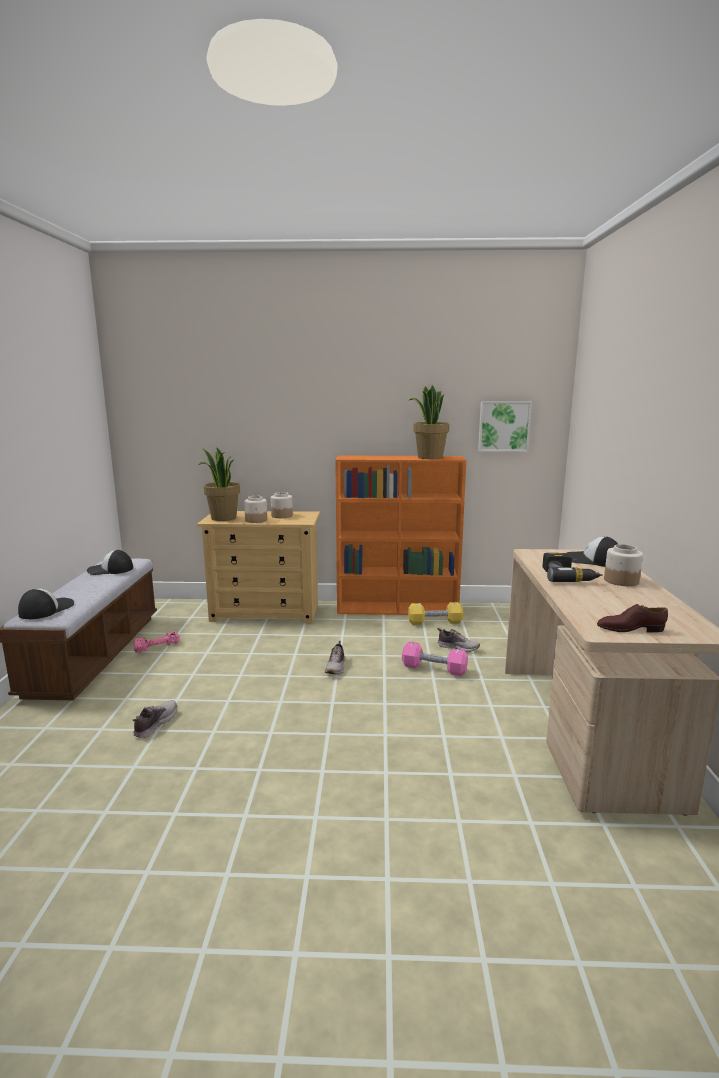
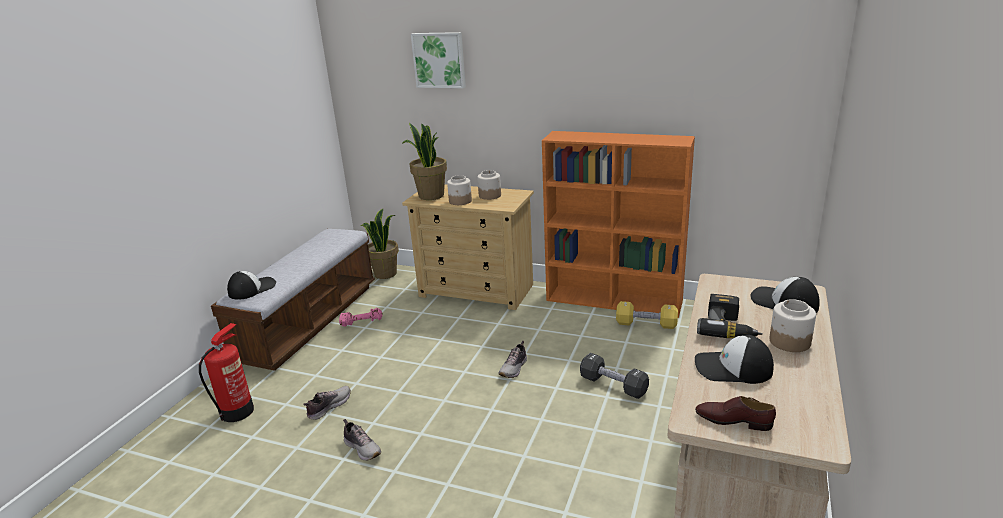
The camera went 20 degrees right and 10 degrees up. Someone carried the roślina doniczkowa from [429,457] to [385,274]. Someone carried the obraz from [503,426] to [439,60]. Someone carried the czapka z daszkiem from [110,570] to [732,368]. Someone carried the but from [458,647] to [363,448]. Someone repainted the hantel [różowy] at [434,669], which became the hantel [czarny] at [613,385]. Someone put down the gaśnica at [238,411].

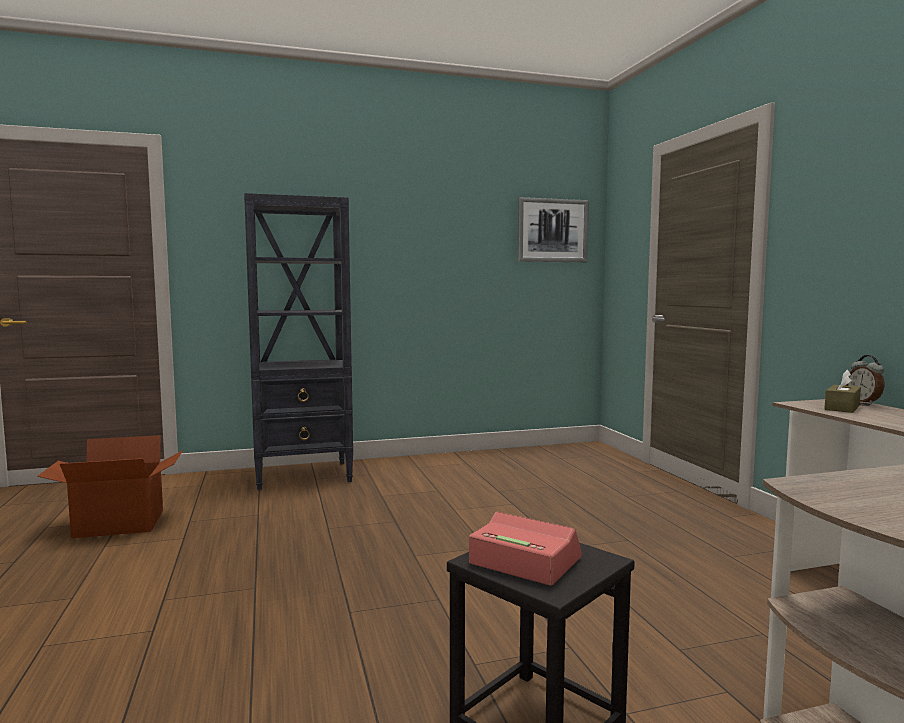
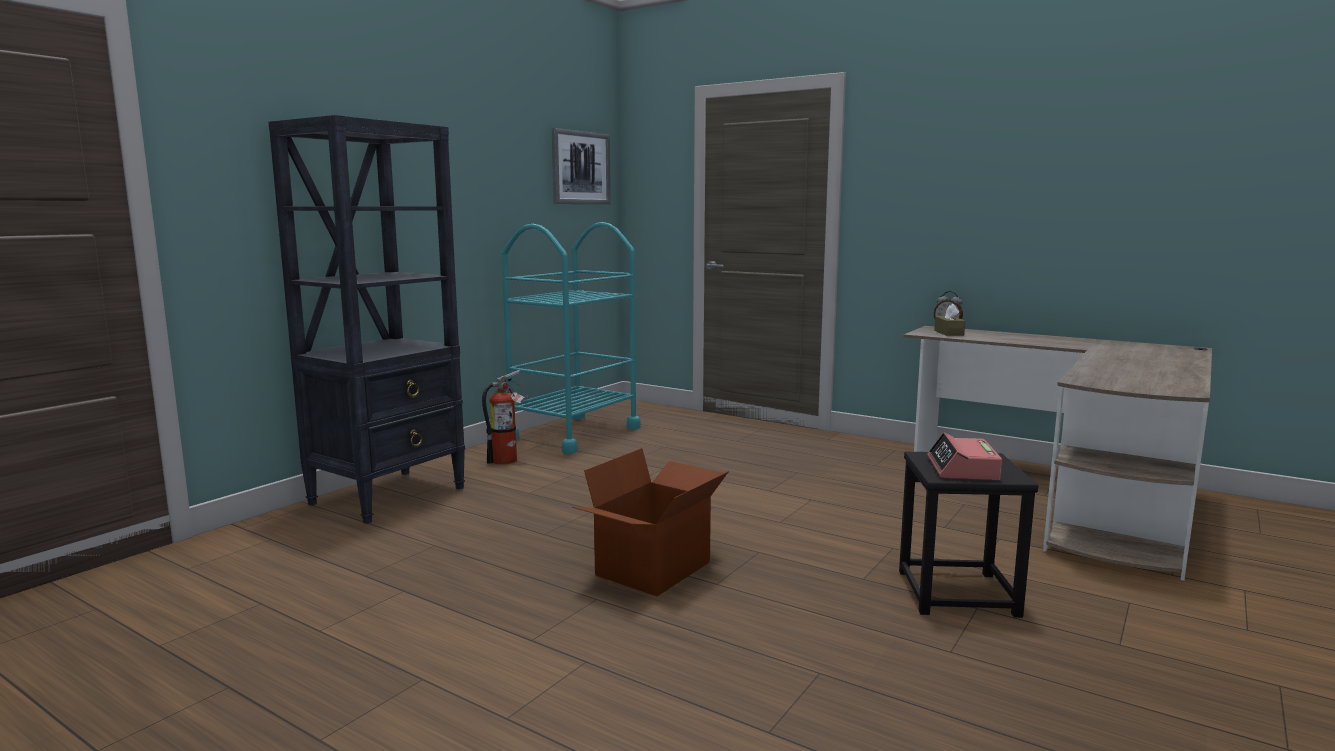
The camera went 40 degrees left and 5 degrees up. Someone carried the karton from [119,524] to [655,569]. Someone rotated the budzik at [524,561] by 75 degrees counterclockwise. Someone put down the wózek [turkusowy] at [574,434]. Someone put down the gaśnica at [508,460].

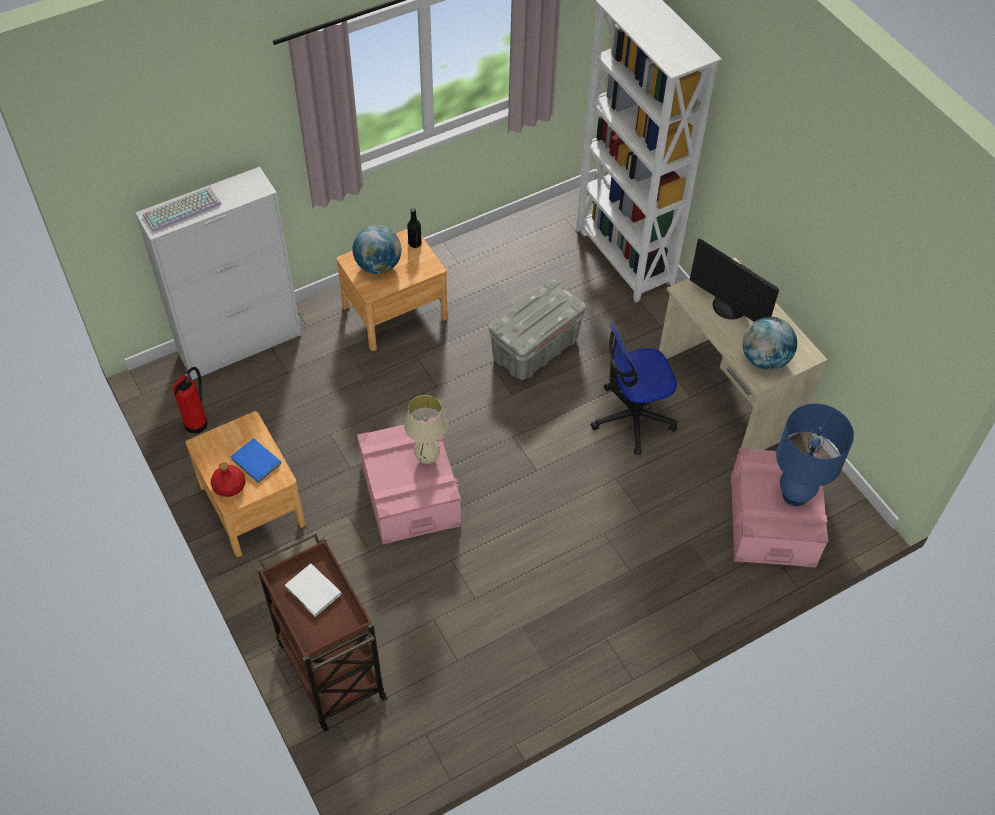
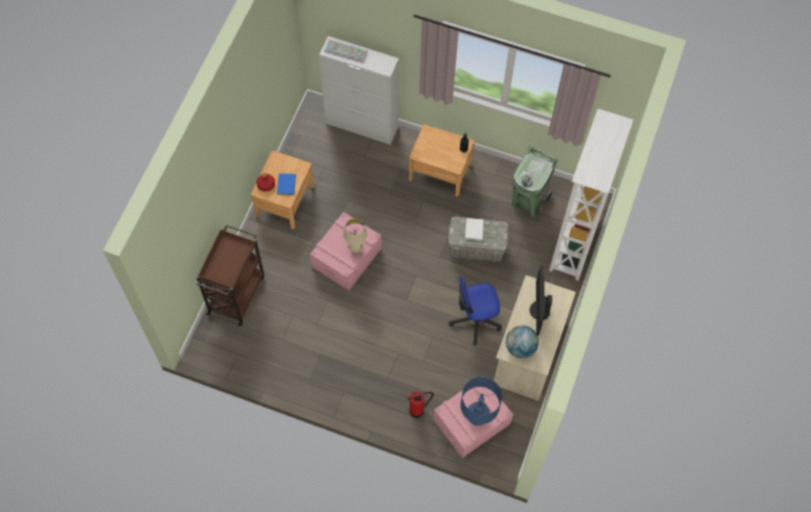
The camera went 50 degrees right and 10 degrees up. Someone took away the globus at [378,265]. Someone rotated the krzesło biurowe at [632,418] by 45 degrees counterclockwise. Someone carried the gaśnica from [197,422] to [418,410]. Someone carried the książka [biały] from [313,592] to [473,230]. Someone put down the kosz na śmieci [zielony] at [528,201].

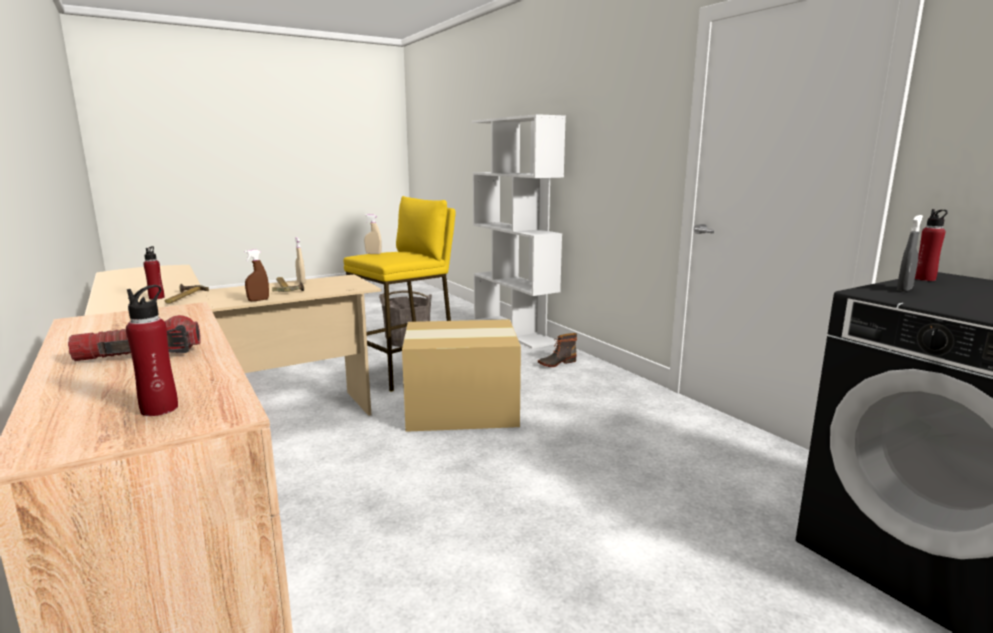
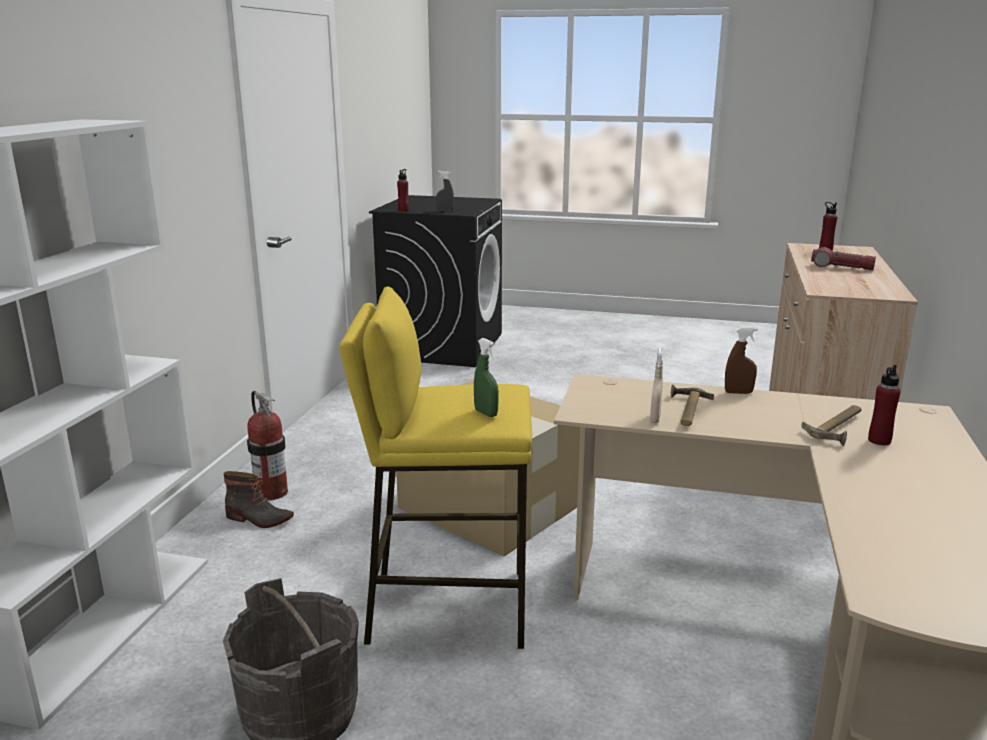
The camera went 135 degrees left and 5 degrees up. Someone repainted the spryskiwacz [beżowy] at [373,254], which became the spryskiwacz [zielony] at [486,413]. Someone put down the gaśnica at [271,492].

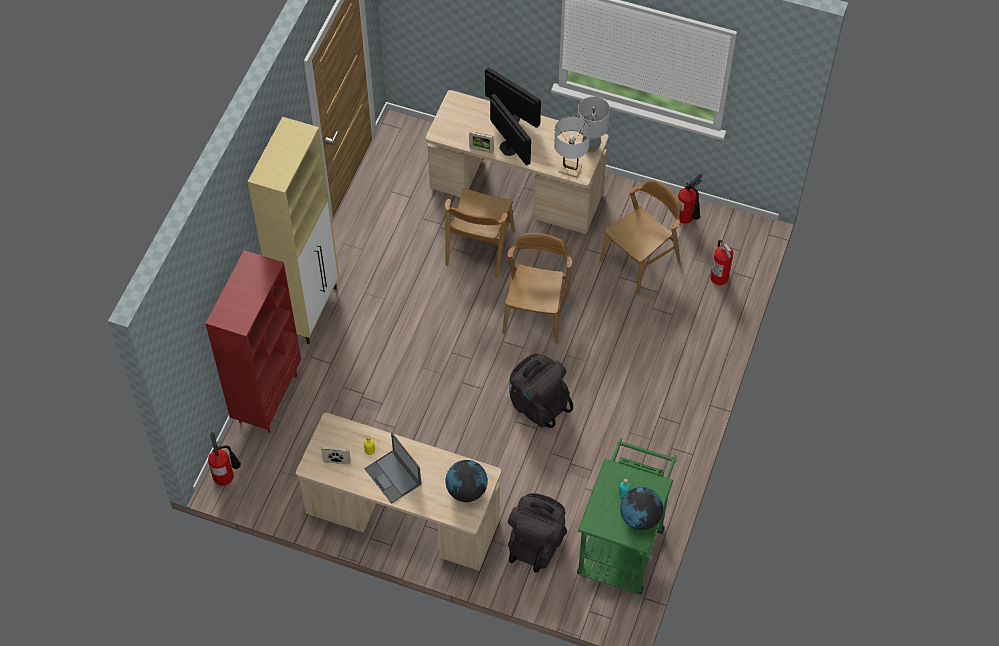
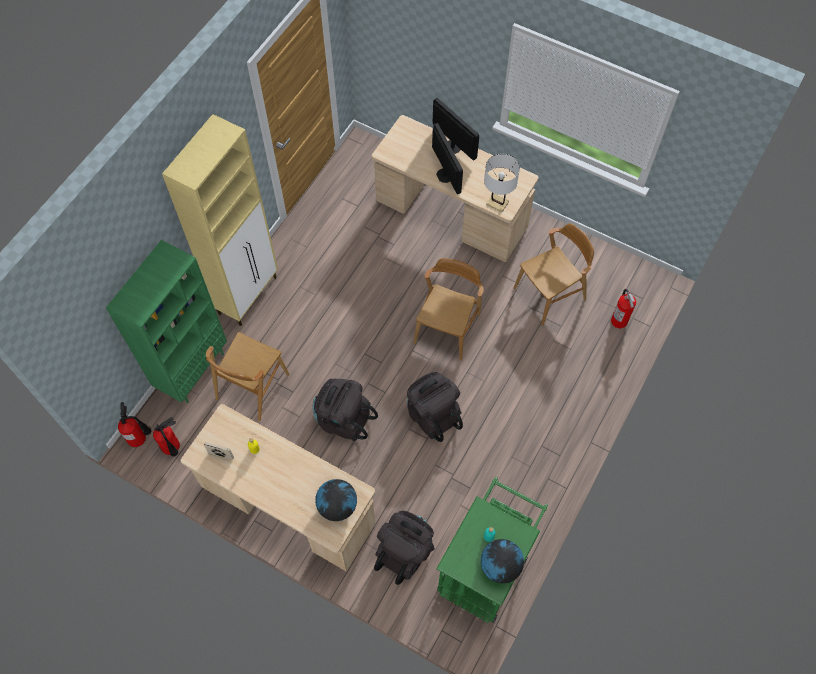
The camera went 10 degrees right and 5 degrees up. Someone took away the lampa stołowa [szary] at [591,146]. Someone took away the ramka na zdjęcie at [481,149]. Someone carried the gaśnica from [687,219] to [173,449]. Someone carried the krzesło [brązowy] from [479,248] to [252,387]. Someone repainted the regał [czerwony] at [267,398], which became the regał [zielony] at [193,370]. Someone took away the laptop at [393,477]. Someone put down the plecak [czarny] at [343,419].

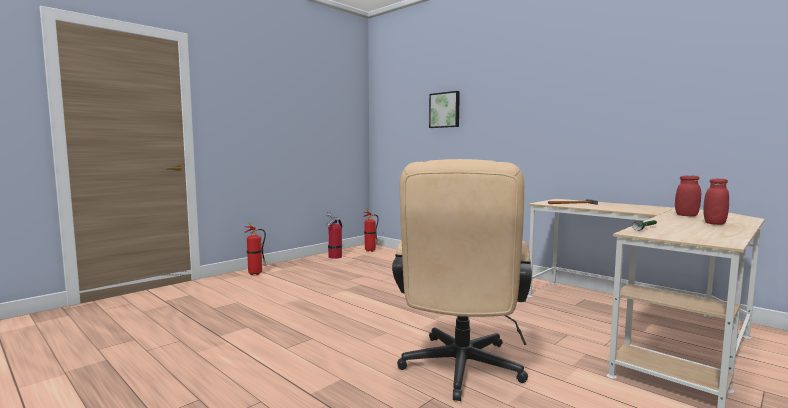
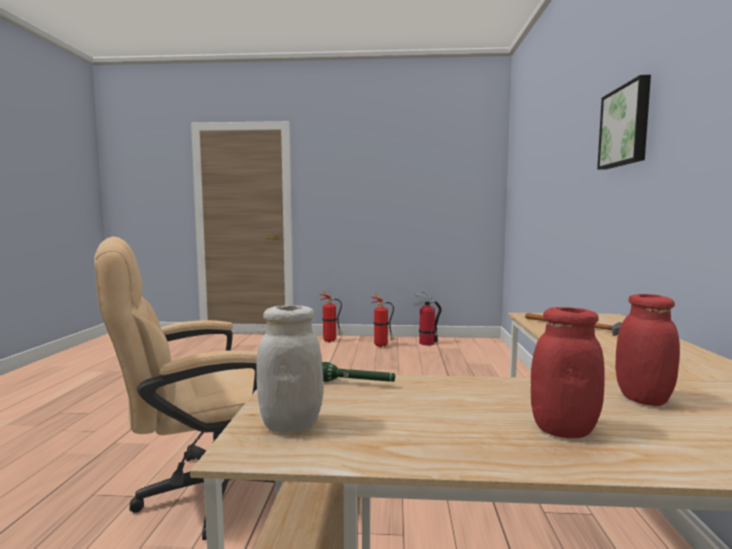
The camera went 50 degrees right and 0 degrees up. Someone carried the obraz from [445,110] to [626,126]. Someone carried the gaśnica from [371,250] to [382,346]. Someone put down the słoik [biały] at [291,425].

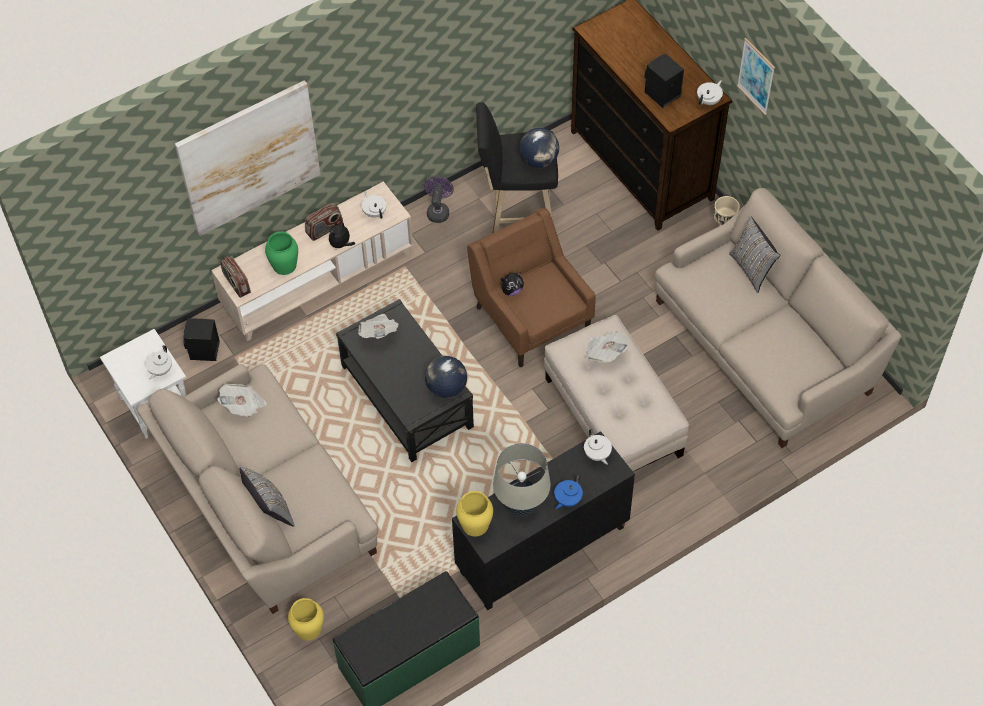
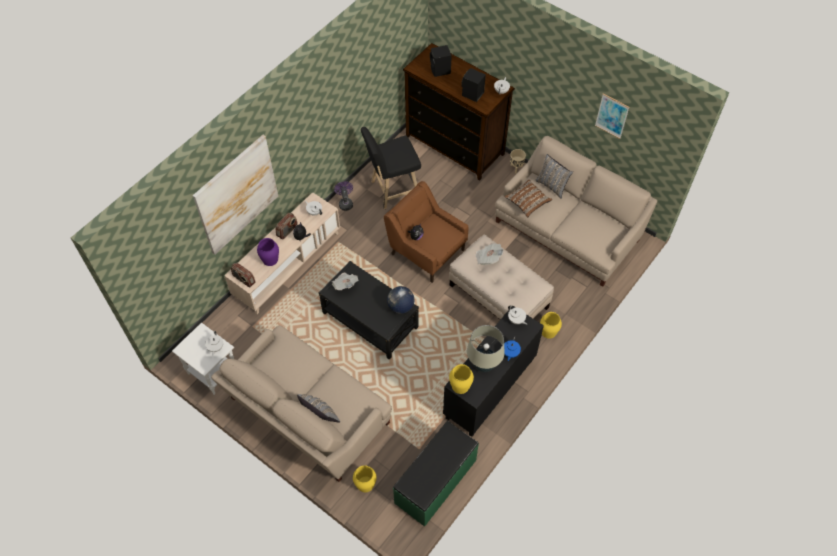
The camera went 20 degrees left and 0 degrees up. Someone carried the obraz from [756,76] to [612,116]. Someone took away the globus at [539,160]. Someone repainted the wazon [zielony] at [284,265], which became the wazon [fioletowy] at [270,259]. Someone carried the głośnik [czarny] from [204,351] to [440,70]. Someone took away the gazeta at [243,406]. Someone put down the poduszka [brązowy] at [527,202]. Someone put down the wazon [żółty] at [548,331].

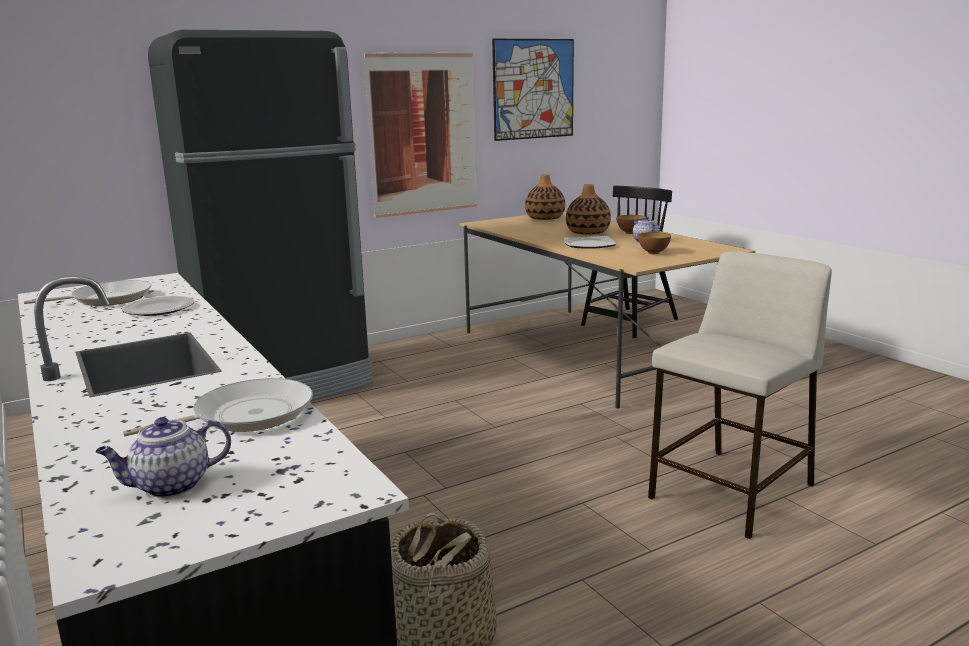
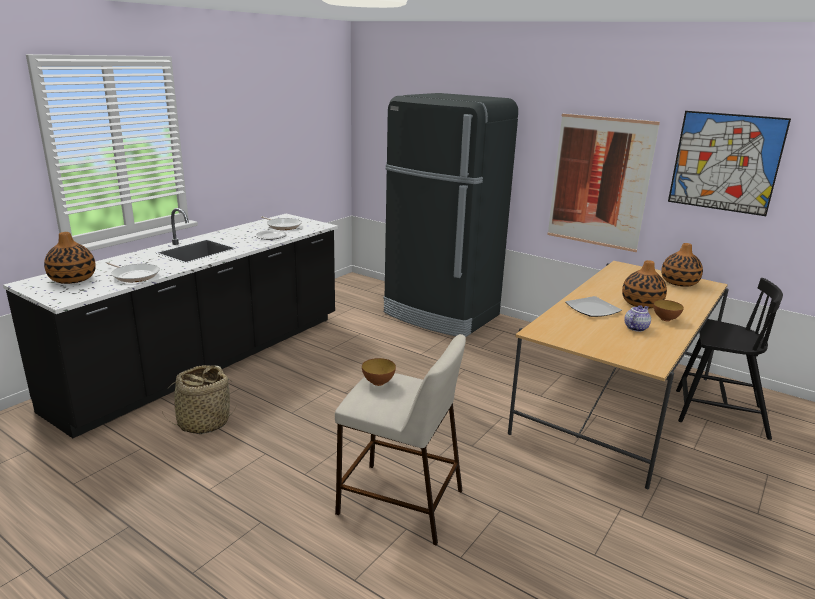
The camera went 65 degrees right and 5 degrees up. Someone carried the miska from [653,253] to [378,383]. Someone swapped the imbryk at [170,486] for the wazon at [72,279].

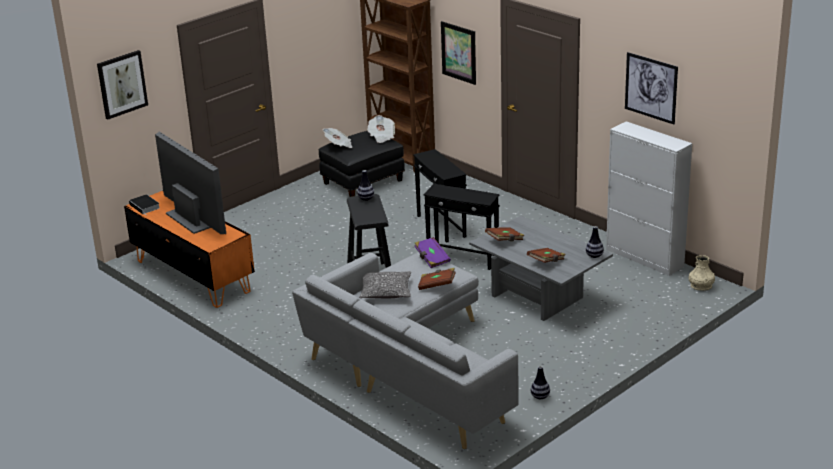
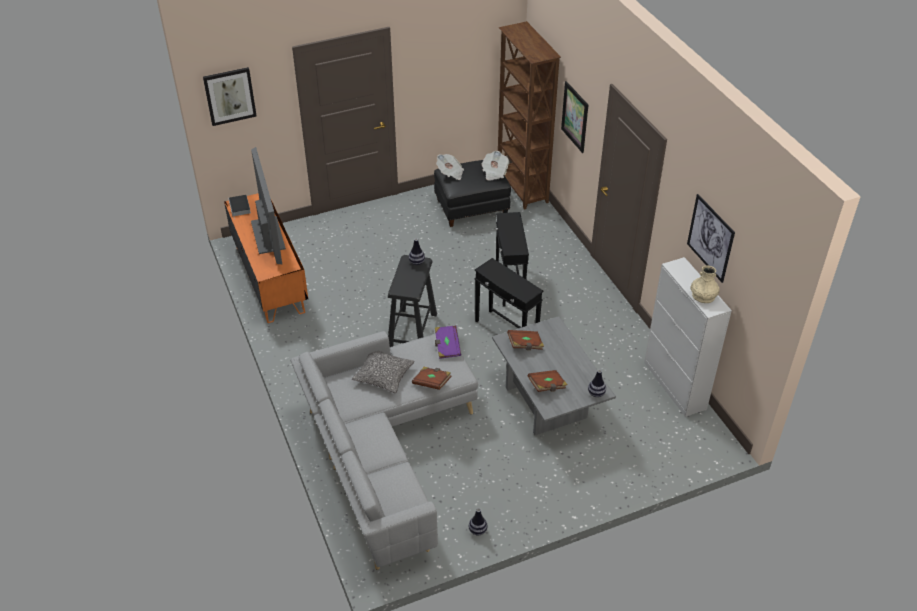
The camera went 20 degrees right and 15 degrees up. Someone carried the wazon [beżowy] from [701,286] to [703,296].

